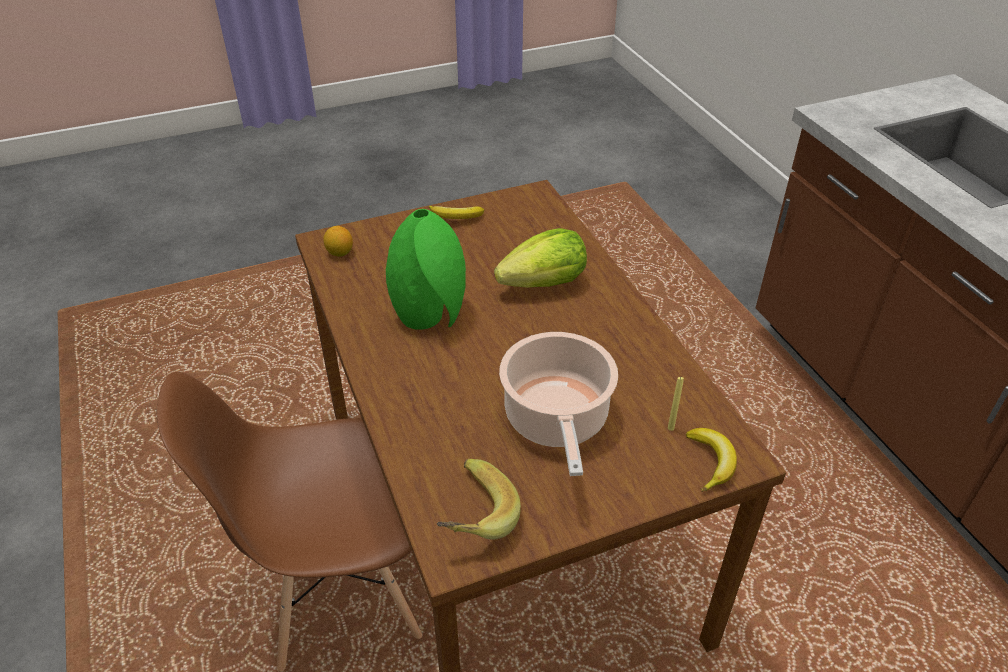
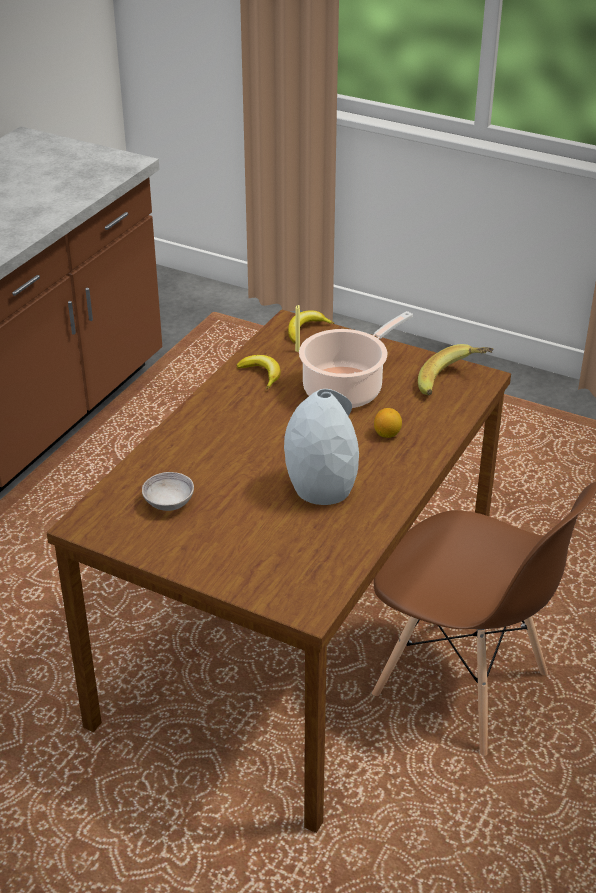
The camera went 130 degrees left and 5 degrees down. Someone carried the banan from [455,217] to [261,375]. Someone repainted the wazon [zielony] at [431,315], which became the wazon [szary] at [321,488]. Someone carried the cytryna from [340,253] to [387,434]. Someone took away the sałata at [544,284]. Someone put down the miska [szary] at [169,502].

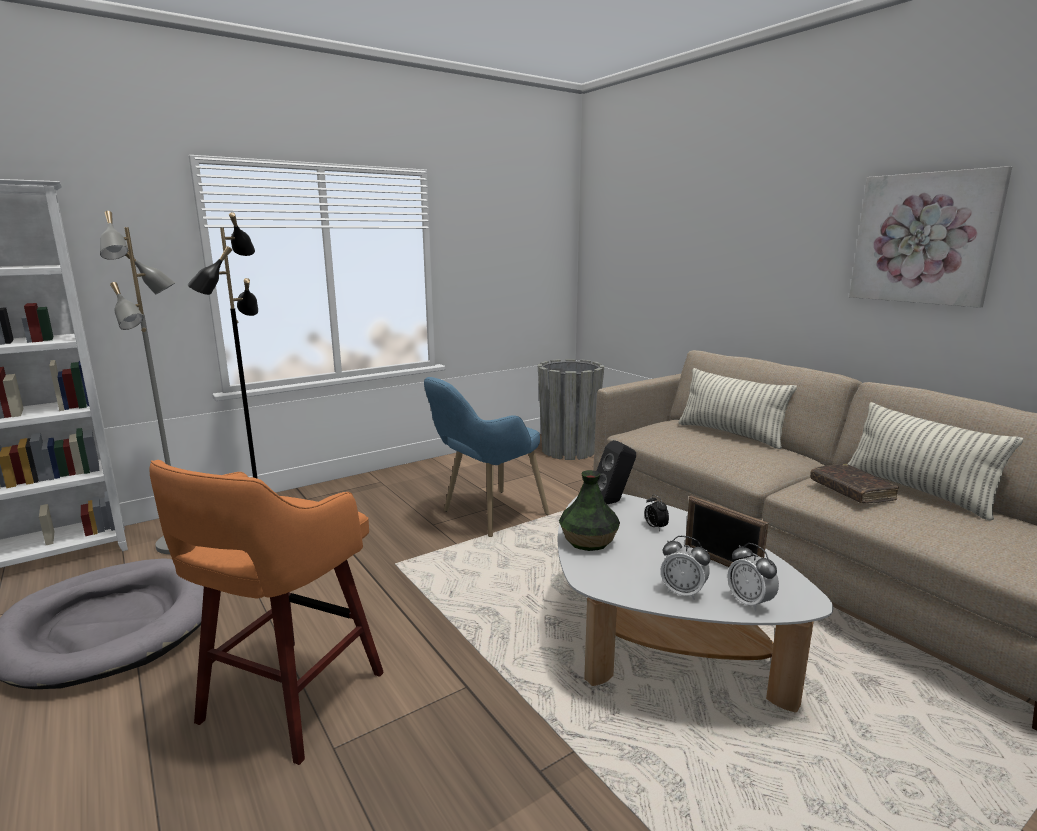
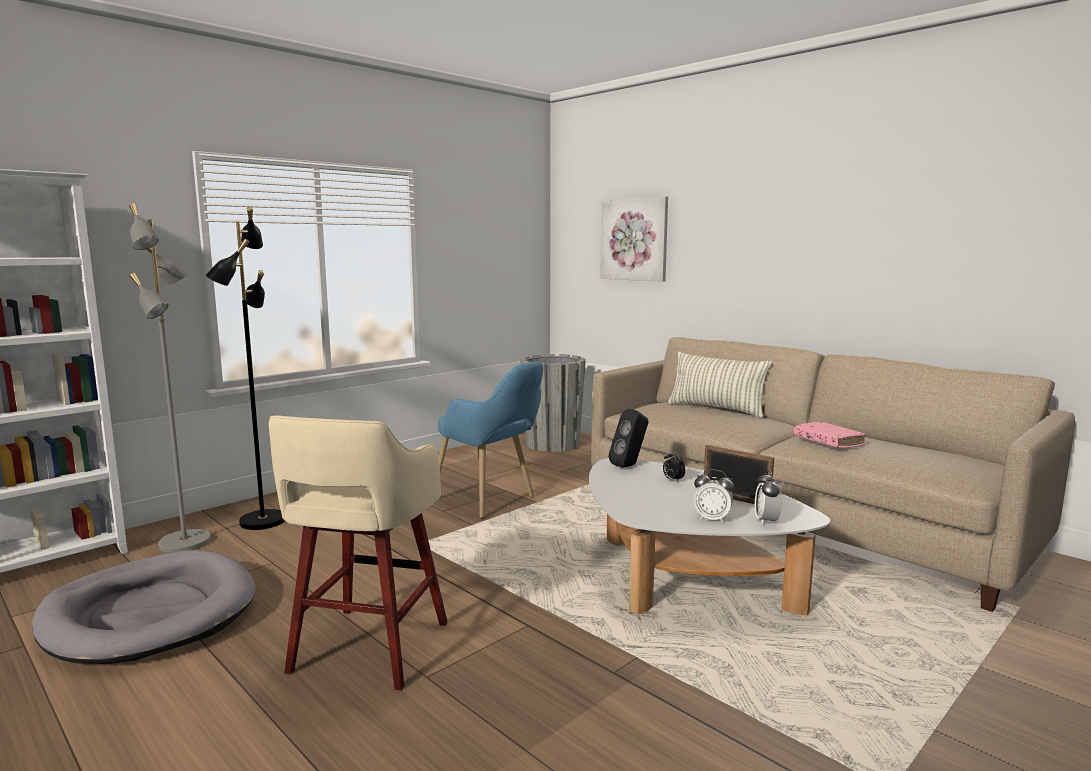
The camera went 10 degrees left and 5 degrees down. Someone carried the obraz from [924,238] to [634,239]. Someone rotated the fotel [niebieski] at [485,517] by 90 degrees counterclockwise. Someone took away the poduszka at [917,491]. Someone repainted the stołek [pomarańczowy] at [288,700], which became the stołek [beżowy] at [367,650]. Someone repainted the książka [brązowy] at [851,491], which became the książka [różowy] at [828,442]. Someone took away the wazon at [588,541]. Someone rotated the budzik at [749,602] by 45 degrees clockwise.

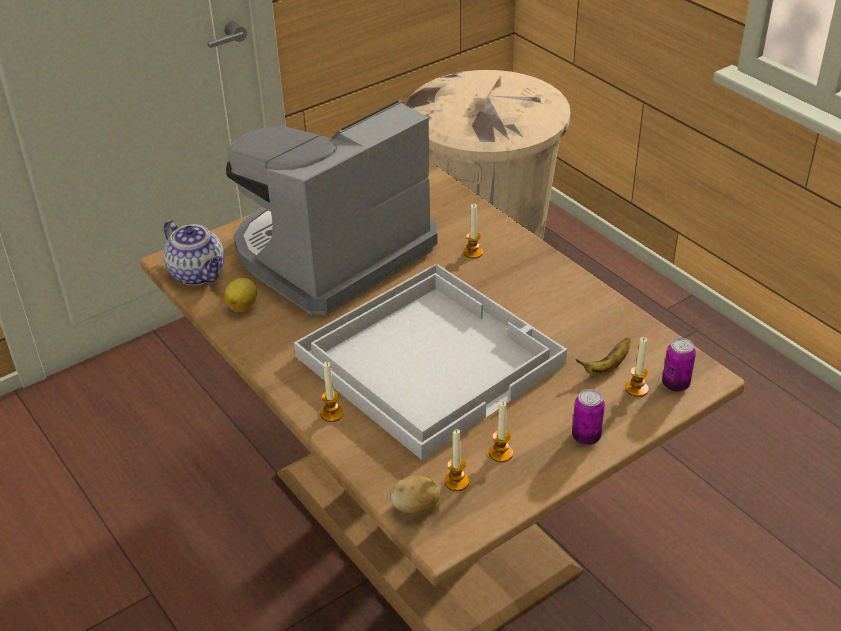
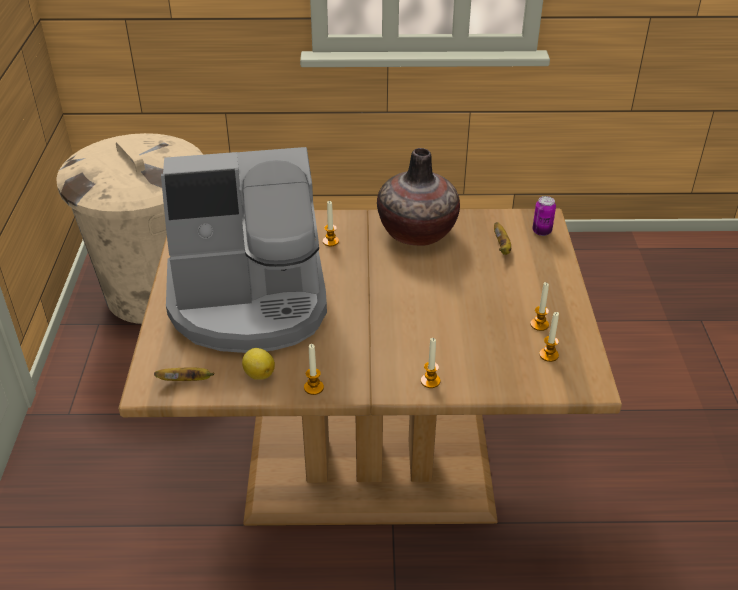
The camera went 55 degrees left and 0 degrees up. Someone rotated the ekspres do kawy at [331,253] by 90 degrees counterclockwise. Someone swapped the imbryk at [198,274] for the banan at [187,381]. Someone took away the taca [biały] at [430,358]. Someone carried the świeca from [636,389] to [313,387]. Someone took away the puszka at [586,437]. Someone took away the ziemniak at [415,507]. Someone put down the wazon at [416,232].

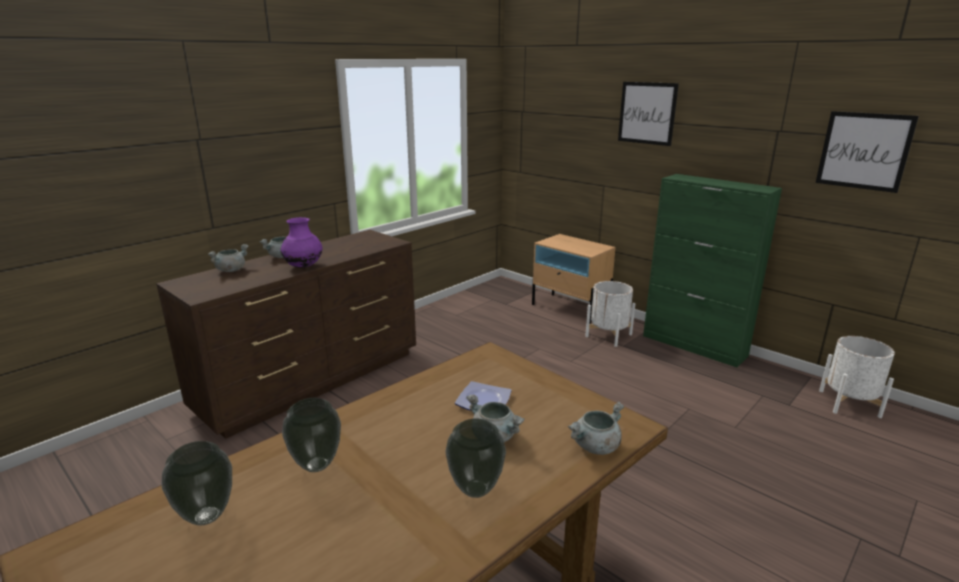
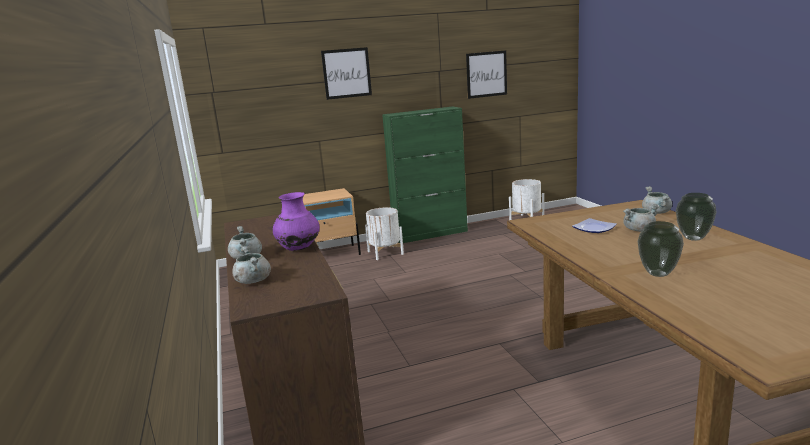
The camera went 60 degrees left and 5 degrees down. Someone took away the wazon at [206,517].

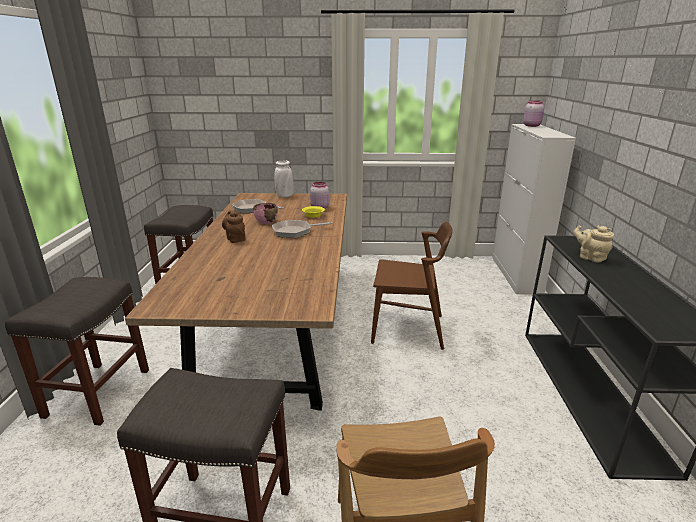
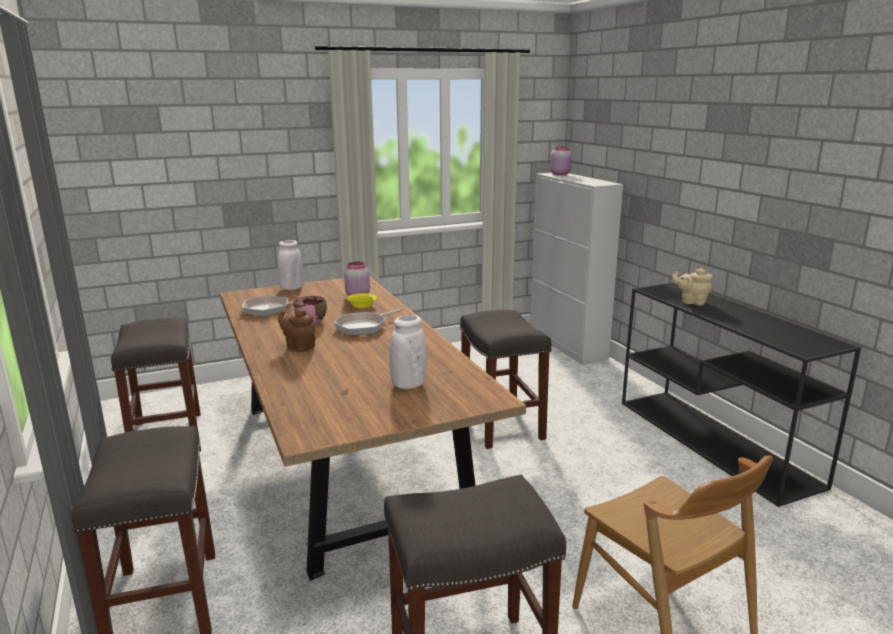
The camera went 25 degrees left and 5 degrees down. Someone swapped the krzesło [brązowy] at [408,329] for the stołek [szary] at [502,425]. Someone put down the wazon [biały] at [408,384].

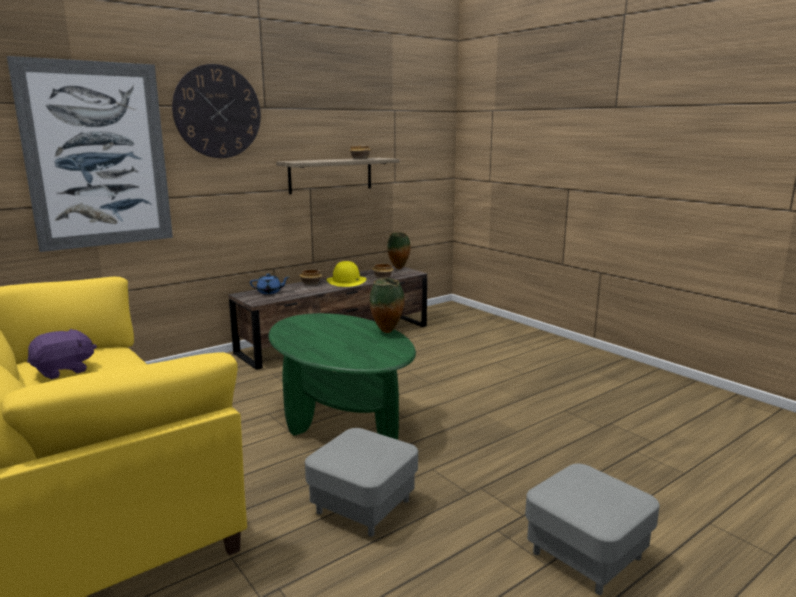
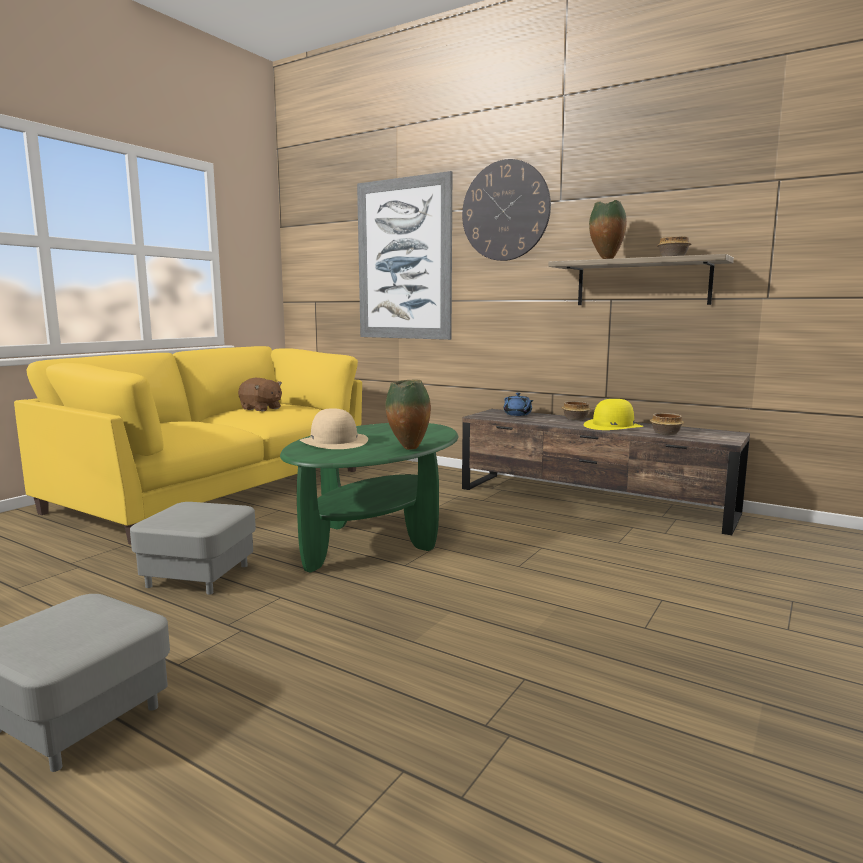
The camera went 70 degrees right and 5 degrees down. Someone carried the wazon from [399,268] to [606,259]. Someone repainted the pluszak [fioletowy] at [64,371], which became the pluszak [brązowy] at [261,409]. Someone put down the kapelusz [beżowy] at [334,442].

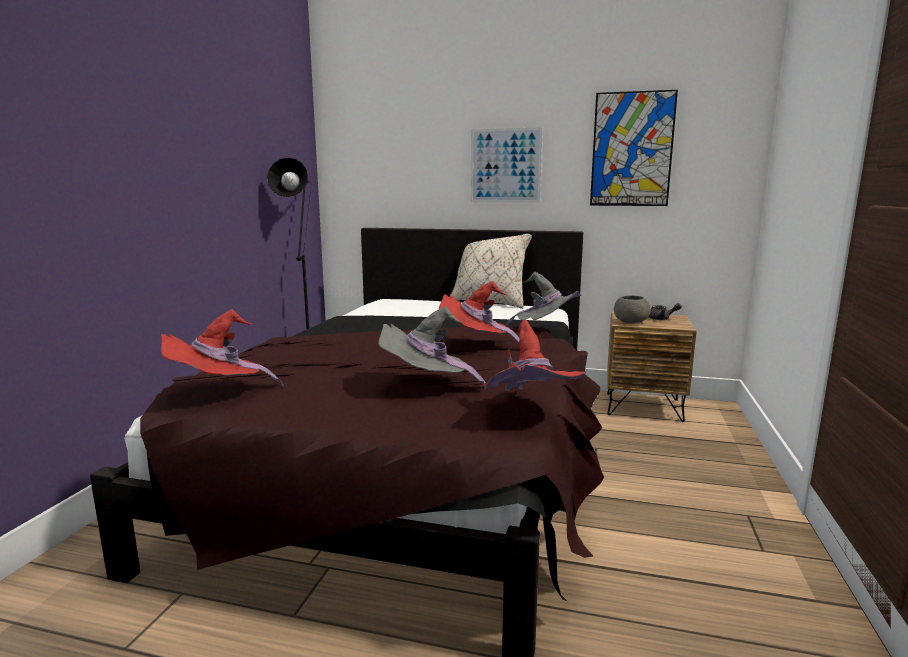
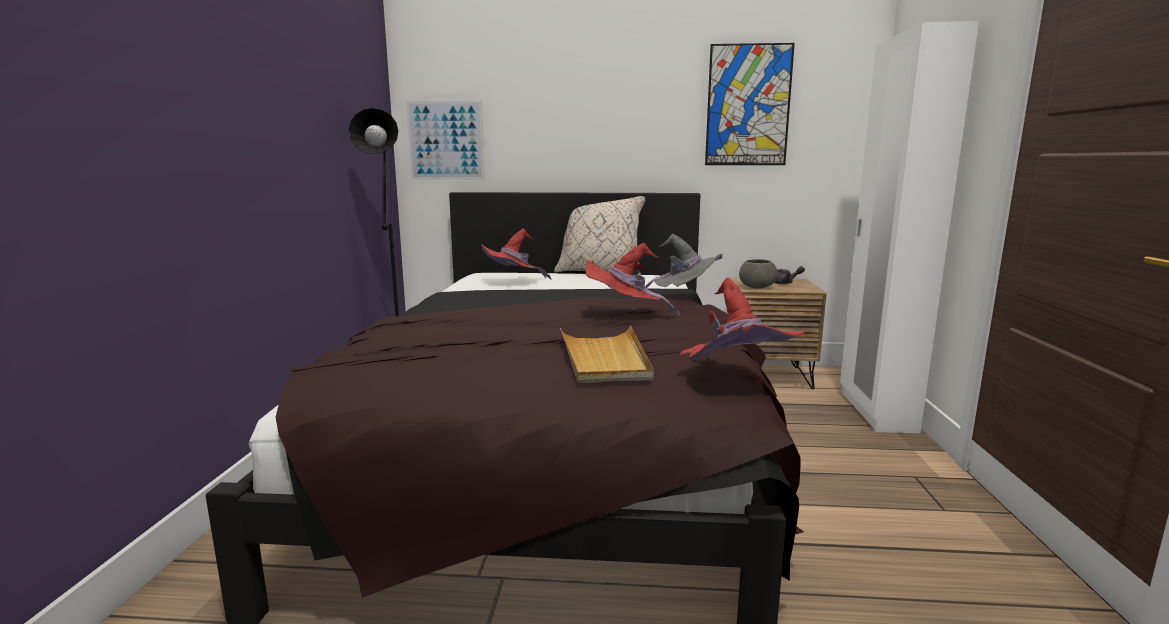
The camera went 10 degrees left and 0 degrees up. Someone carried the obraz from [505,165] to [446,140]. Someone swapped the kapelusz [szary] at [426,385] for the taca [beżowy] at [604,359]. Someone carried the kapelusz [czerwony] from [219,392] to [514,283]. Someone put down the szafa [biały] at [875,411].

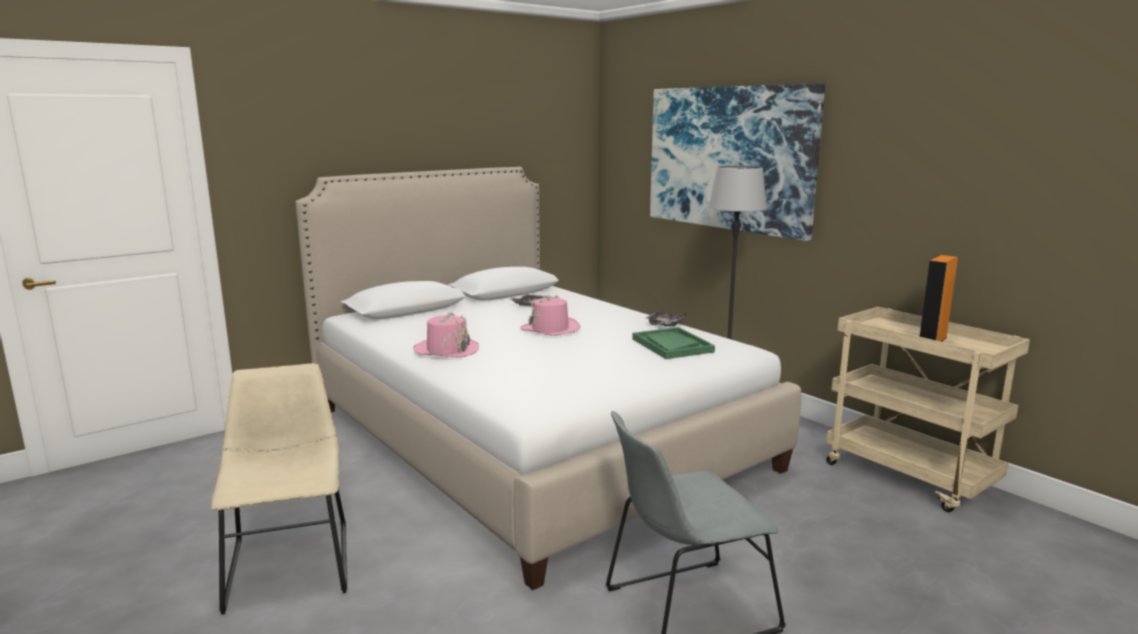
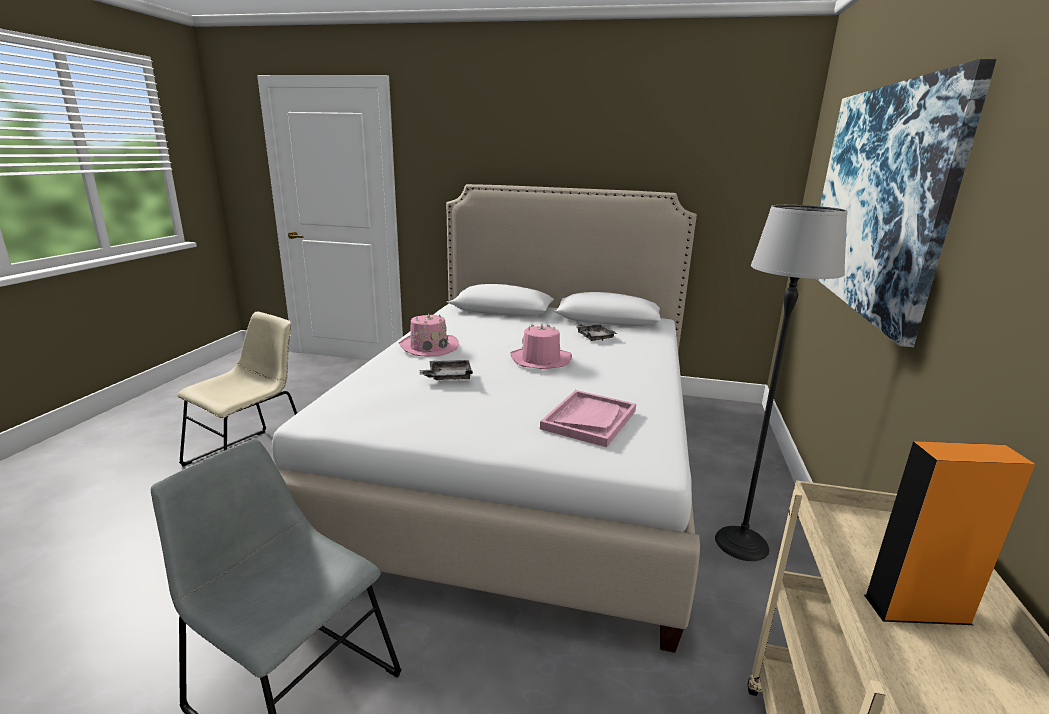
The camera went 50 degrees right and 5 degrees up. Someone carried the taca [szary] from [665,325] to [448,377]. Someone repainted the taca [zielony] at [672,345], which became the taca [różowy] at [589,419].

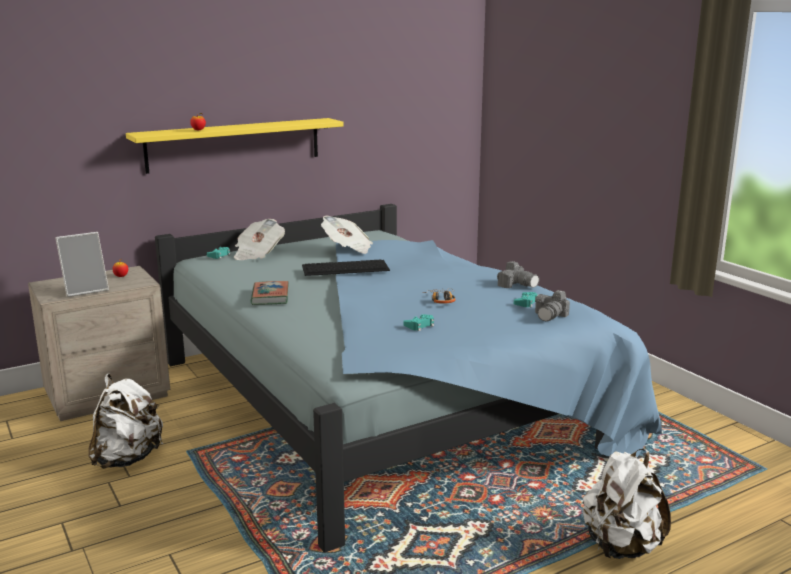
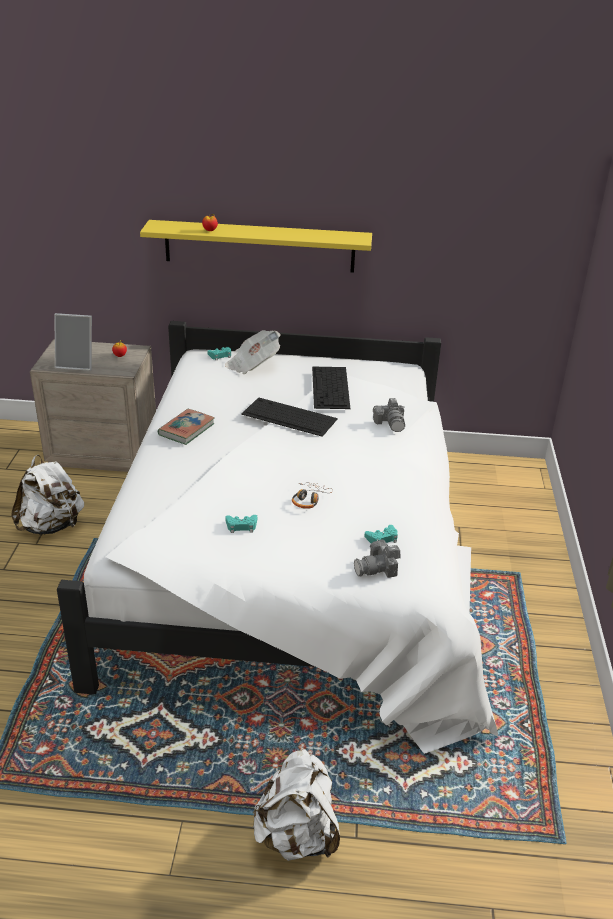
The camera went 35 degrees right and 15 degrees up. Someone repainted the łóżko [niebieski] at [386,402], which became the łóżko [biały] at [295,560]. Someone swapped the gazeta at [347,248] for the klawiatura at [331,387]. Someone carried the aparat fotograficzny from [517,285] to [391,423].

